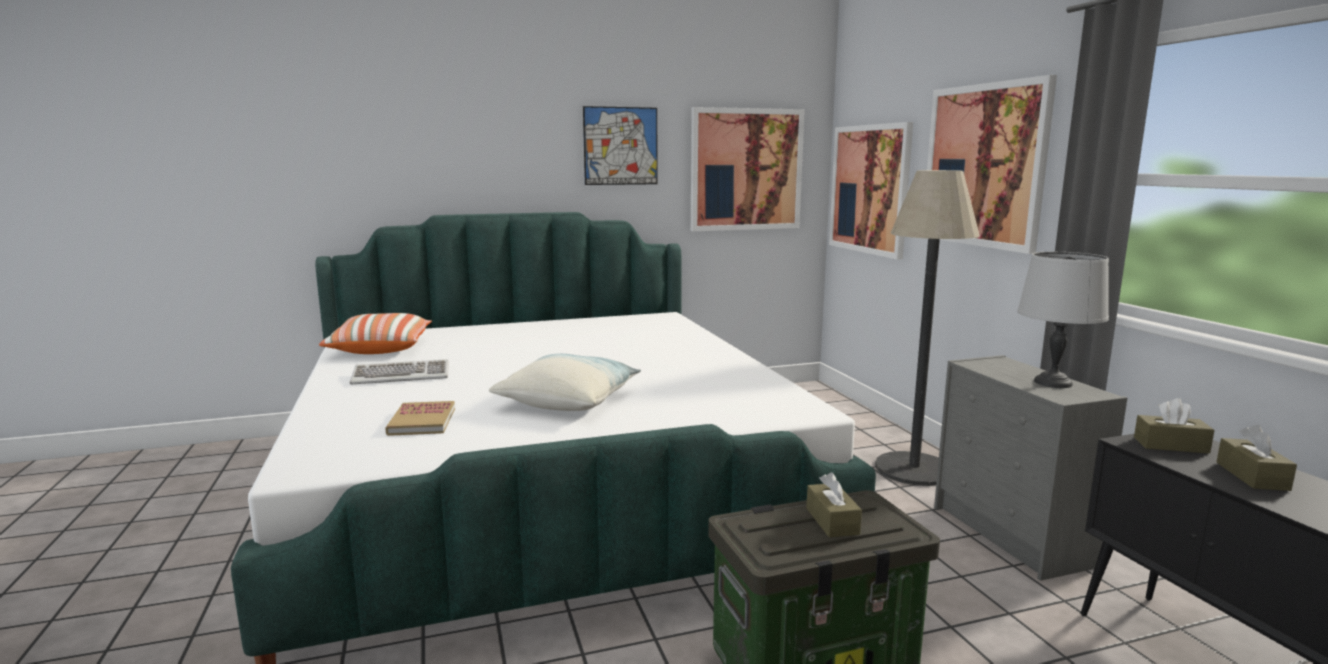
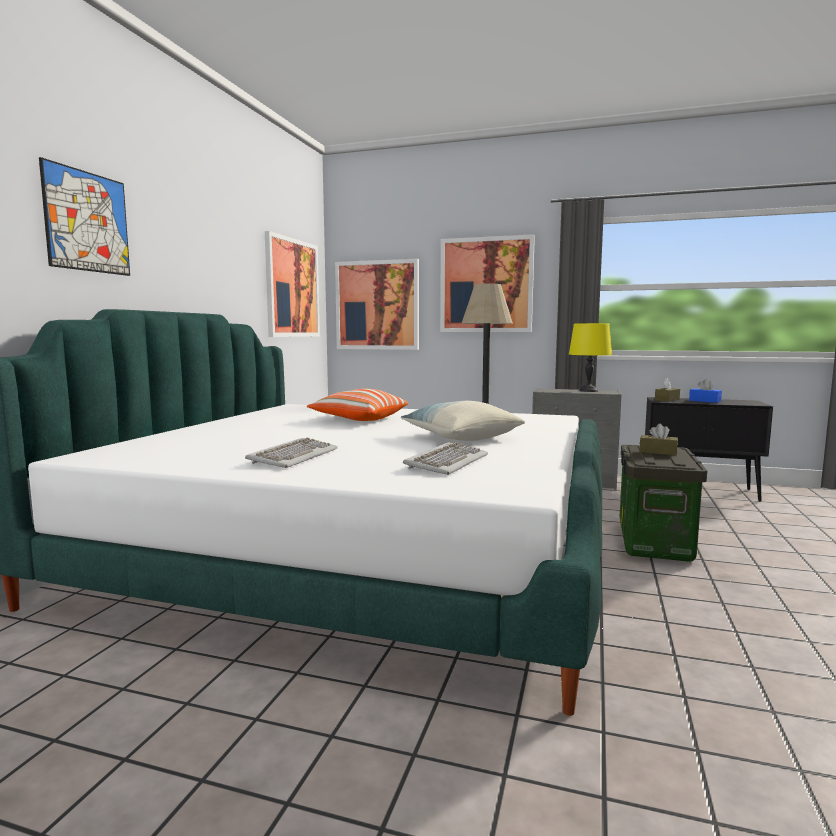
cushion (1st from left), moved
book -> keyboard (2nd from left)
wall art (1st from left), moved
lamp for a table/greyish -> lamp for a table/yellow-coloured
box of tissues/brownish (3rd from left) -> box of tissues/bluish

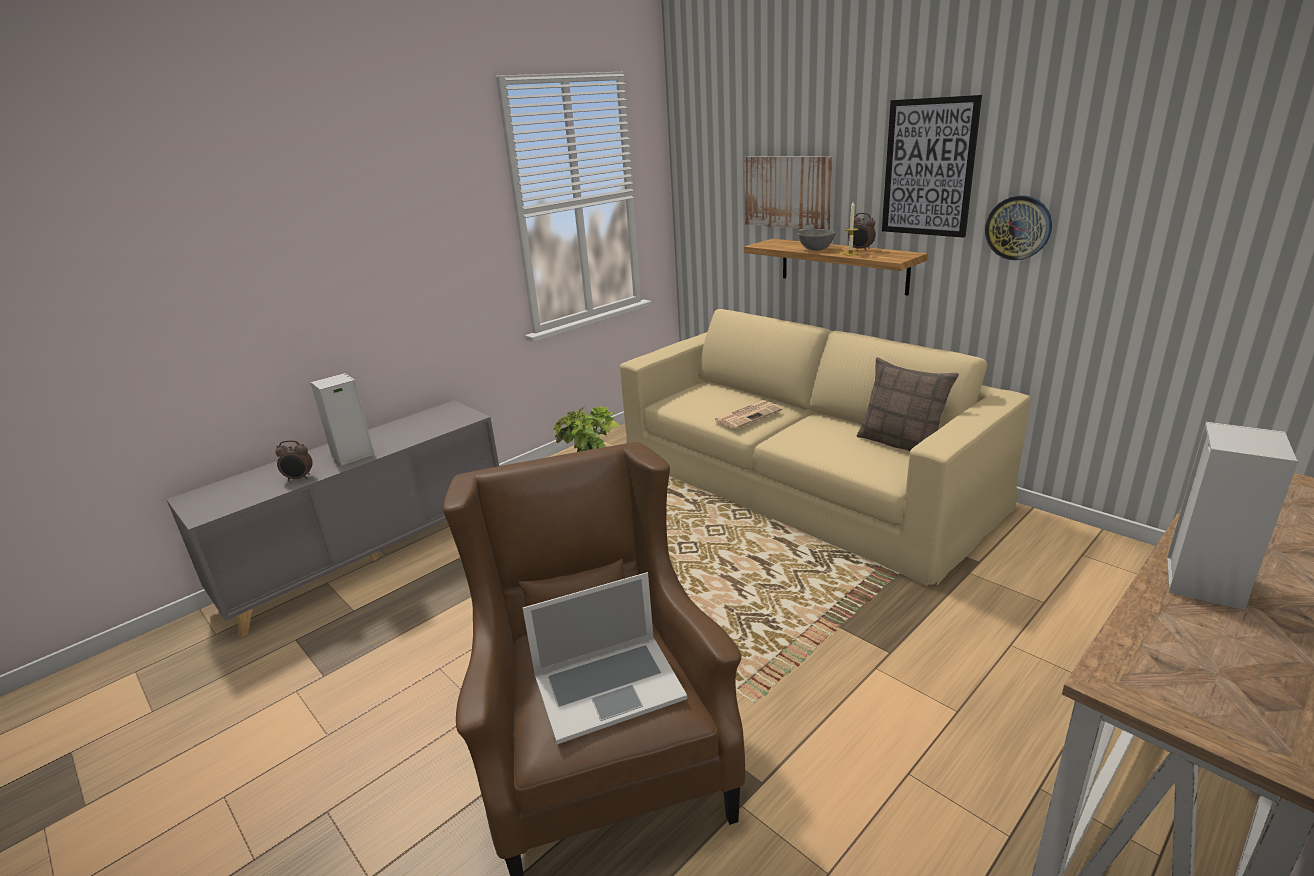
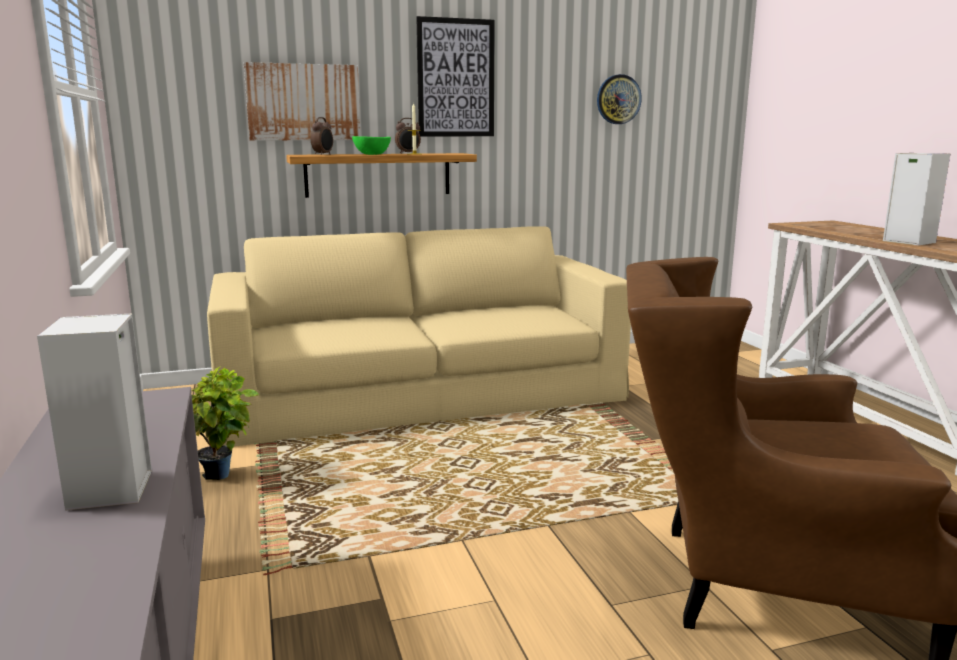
table clock (1st from left), moved
notebook computer -> none
newspaper -> none
deep dish/greyish -> deep dish/greenish
cushion -> none
clock on the wall, moved

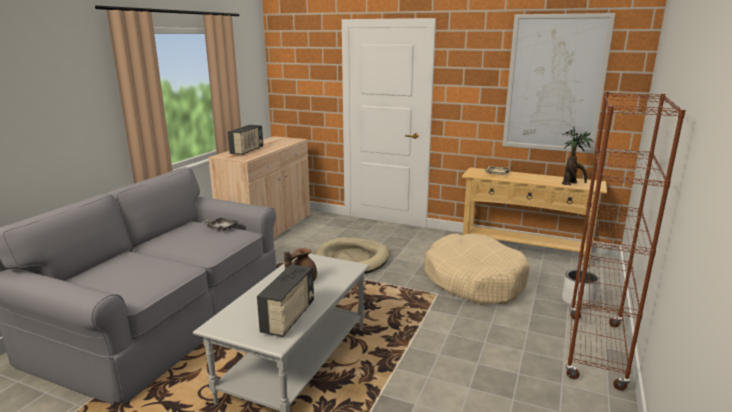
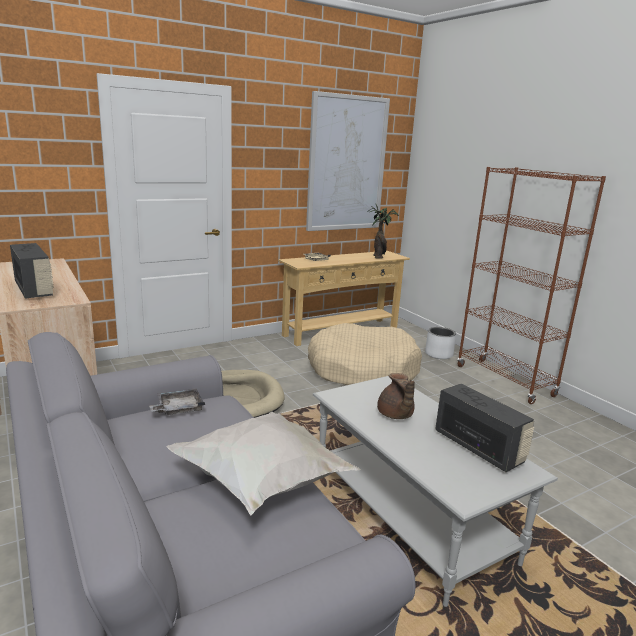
none -> cushion/white-coloured

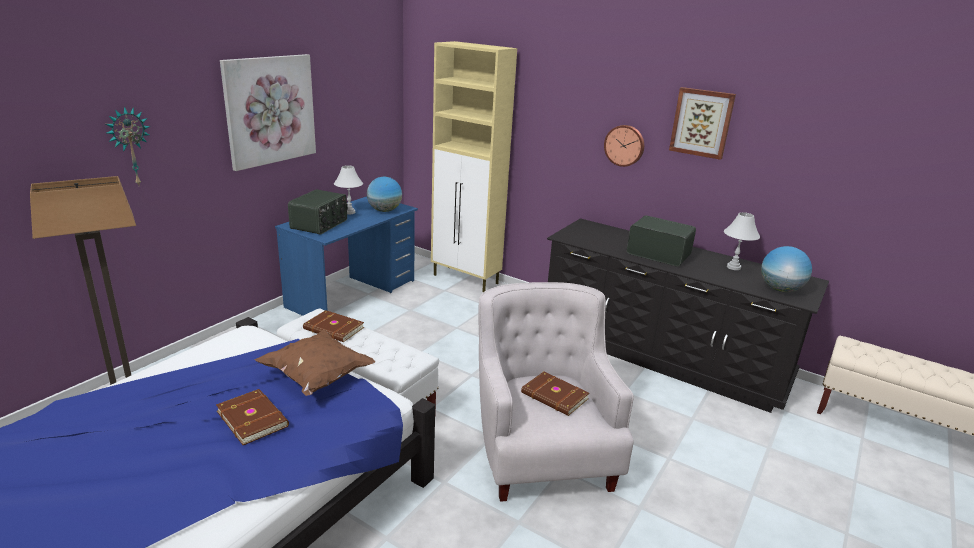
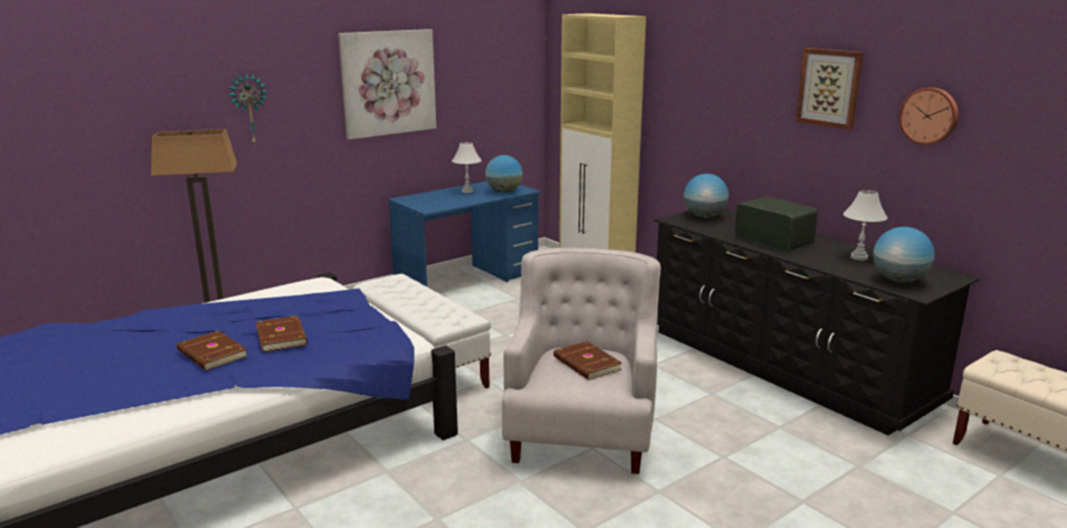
cushion/brownish -> none
radio (1st from left) -> none
book/brownish (2nd from left in the first image) -> book/brownish (1st from left), moved
clock on the wall (2nd from left), moved
none -> world globe (2nd from left)

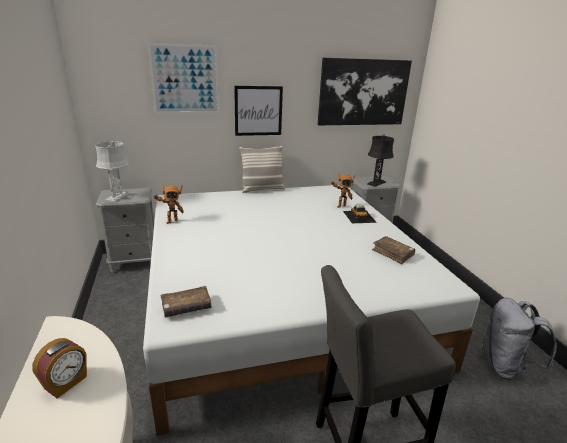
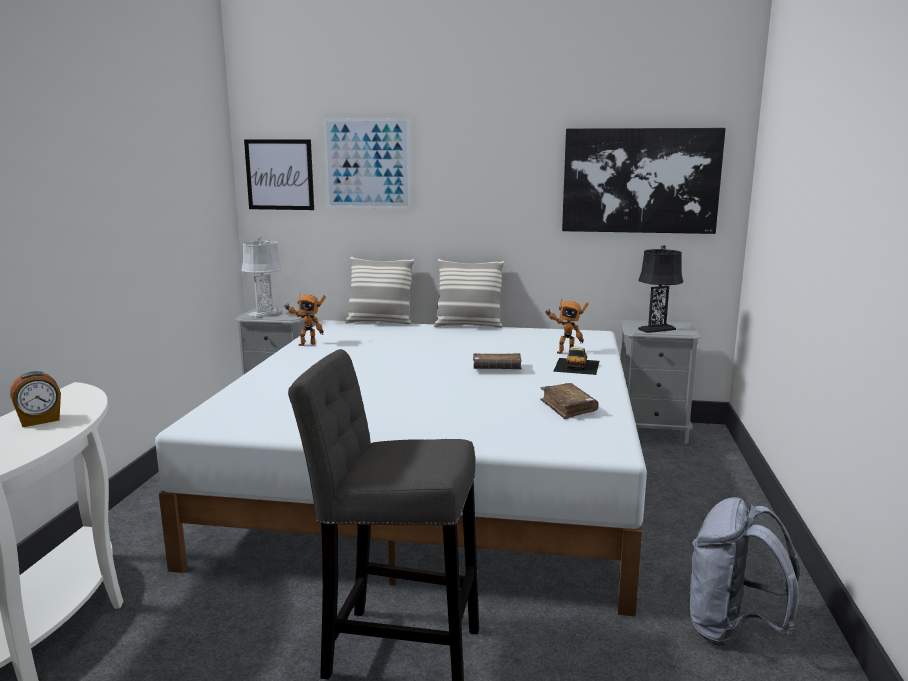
book/brownish (1st from left), moved
wall art (2nd from left in the first image) -> wall art (1st from left), moved
none -> cushion (1st from left)

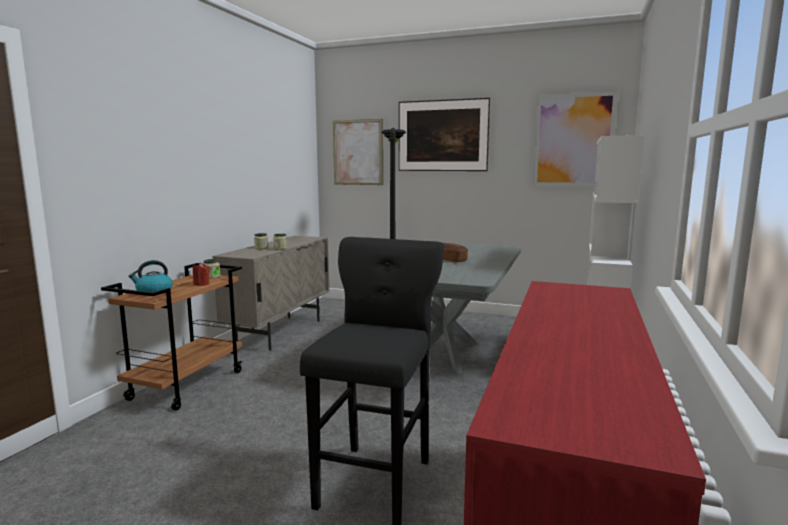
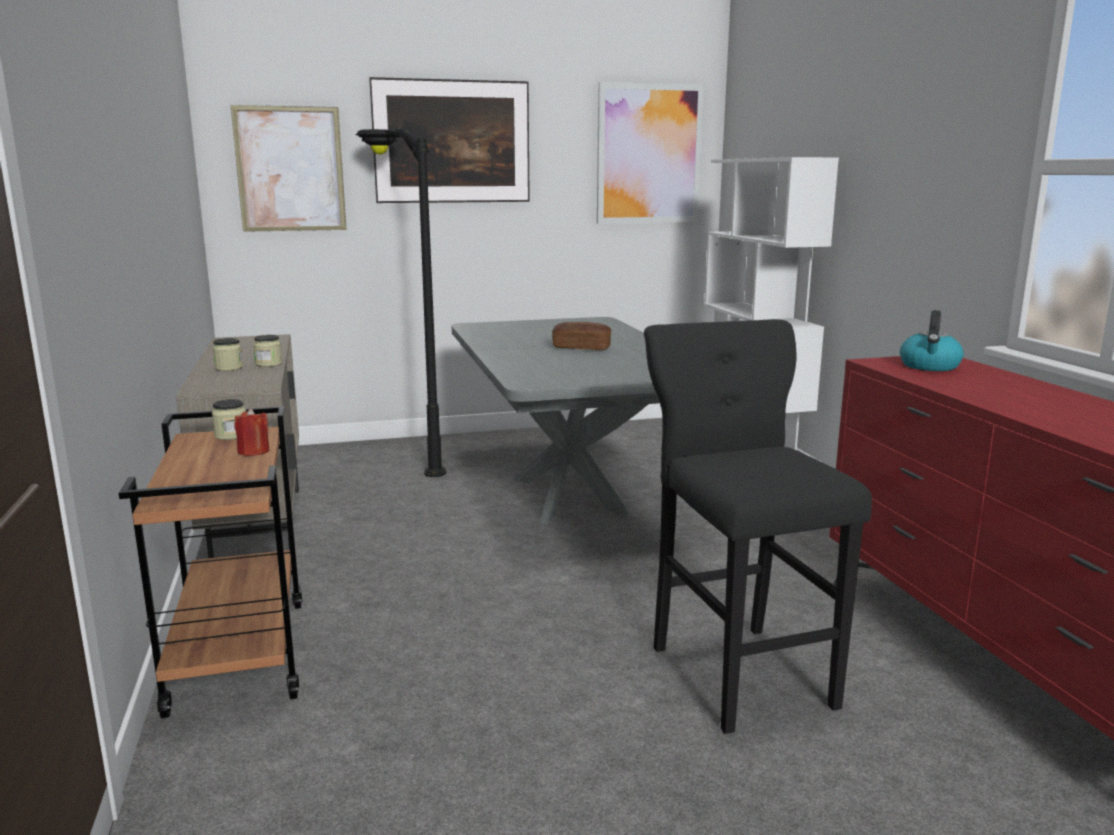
tea kettle, moved

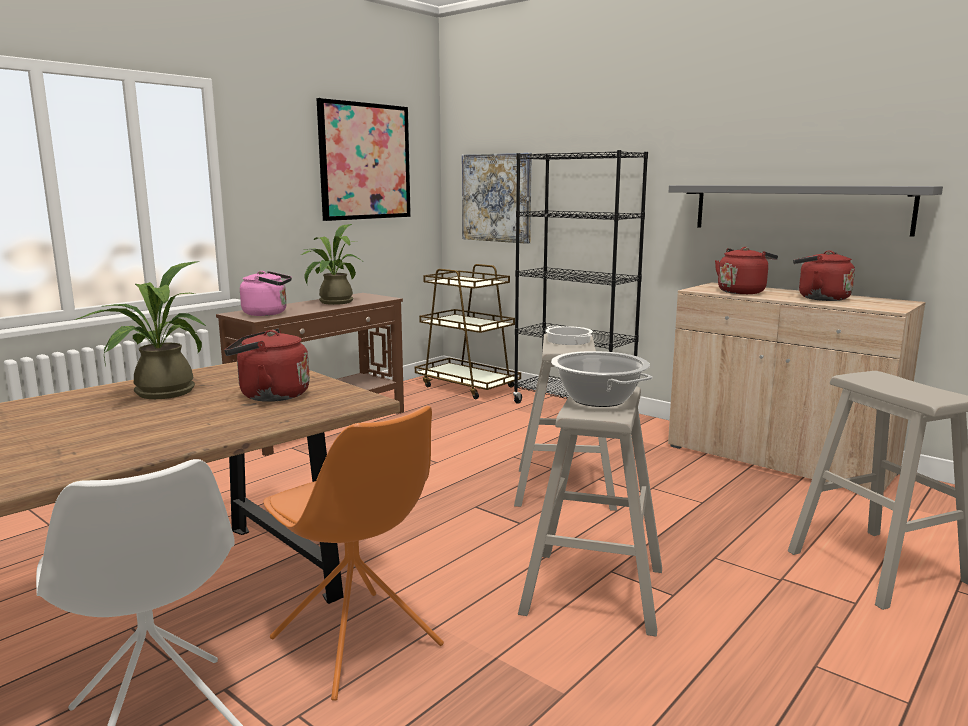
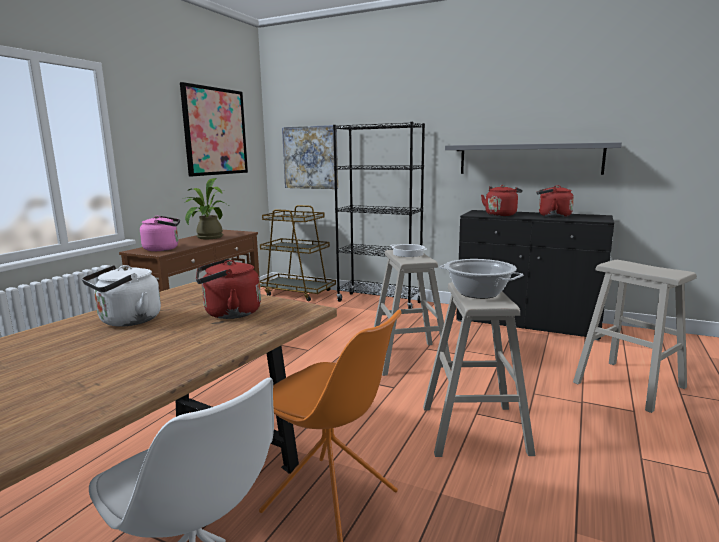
houseplant (1st from left) -> tea kettle/white-coloured
cupboard/beige -> cupboard/black-coloured

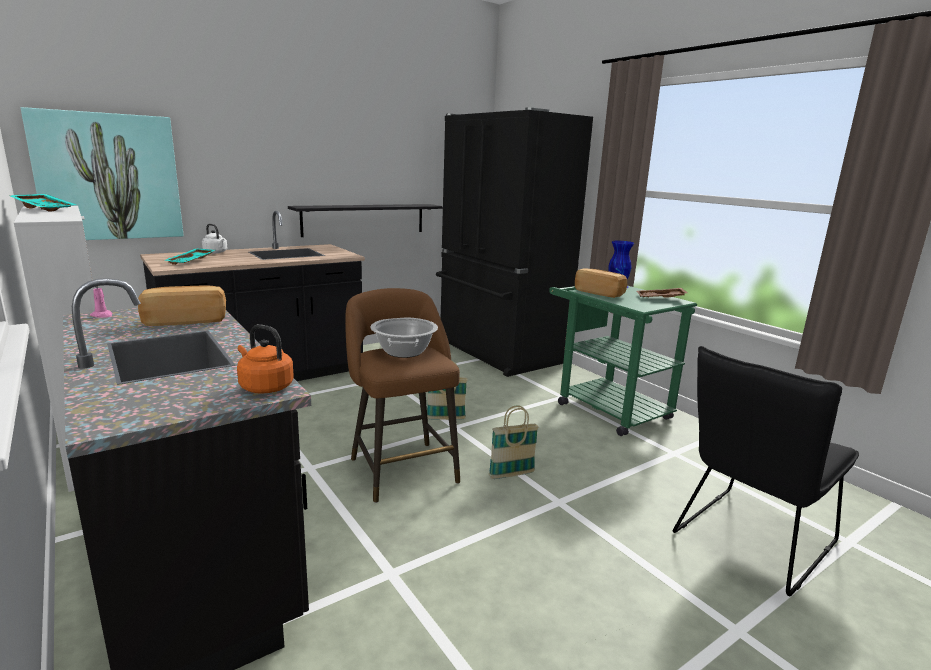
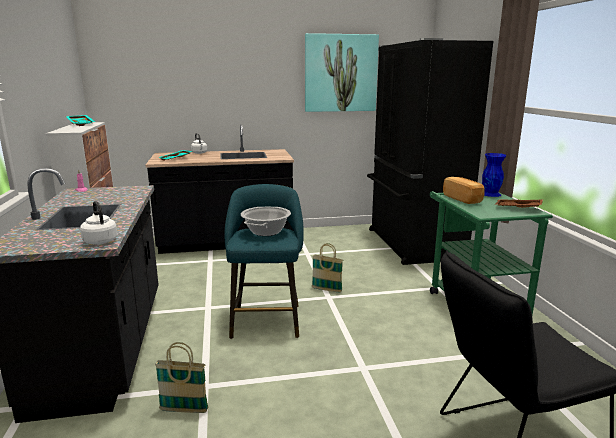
wall art, moved
bread (1st from left) -> none
tea kettle/orange-coloured -> tea kettle/white-coloured (1st from left)
shelf/black-coloured -> none
sitting stool/brownish -> sitting stool/turquoise
household basket (2nd from left in the first image) -> household basket (1st from left), moved

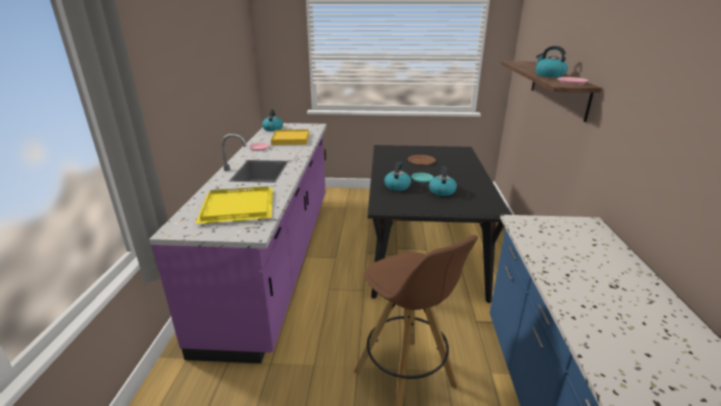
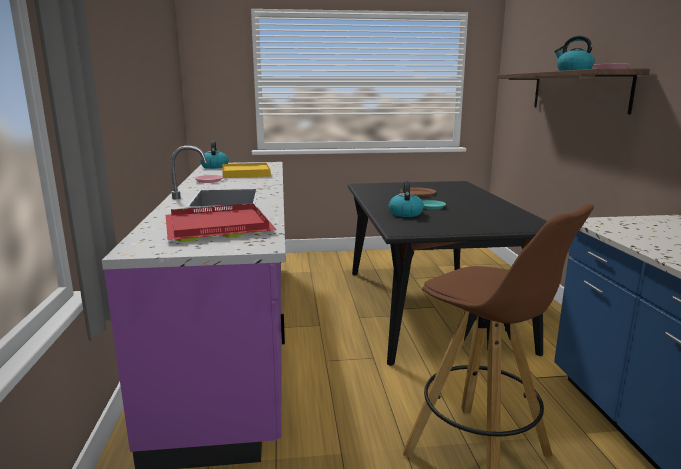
carrying tray/yellow-coloured (1st from left) -> carrying tray/reddish
tea kettle (3rd from left) -> none

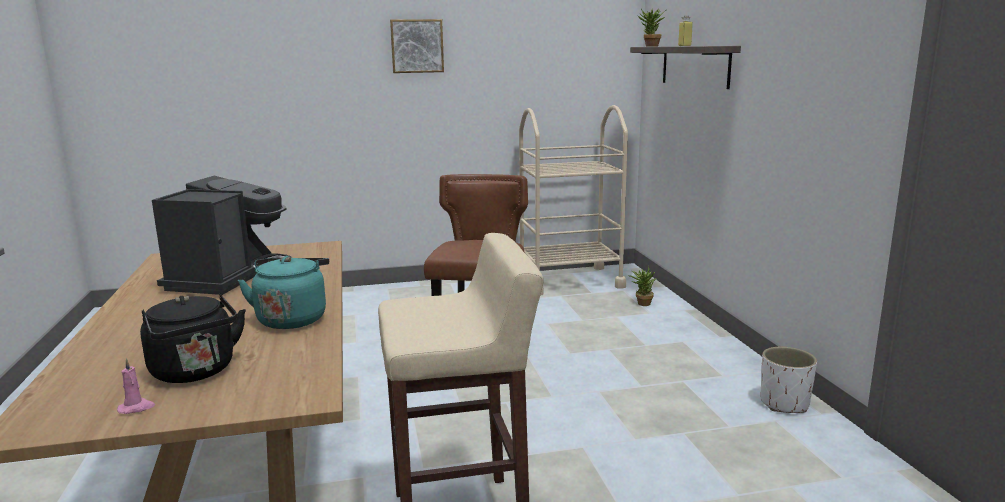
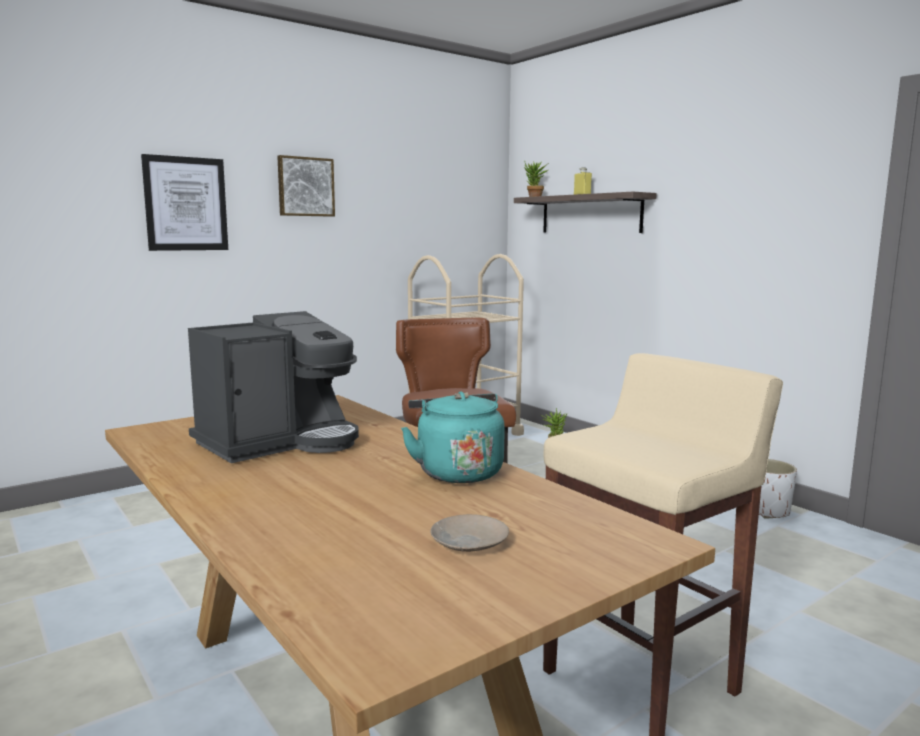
wax light/pinkish -> none
tea kettle/black-coloured -> plate/beige
coffee brewer, 60 degrees clockwise
none -> wall art (1st from left)

